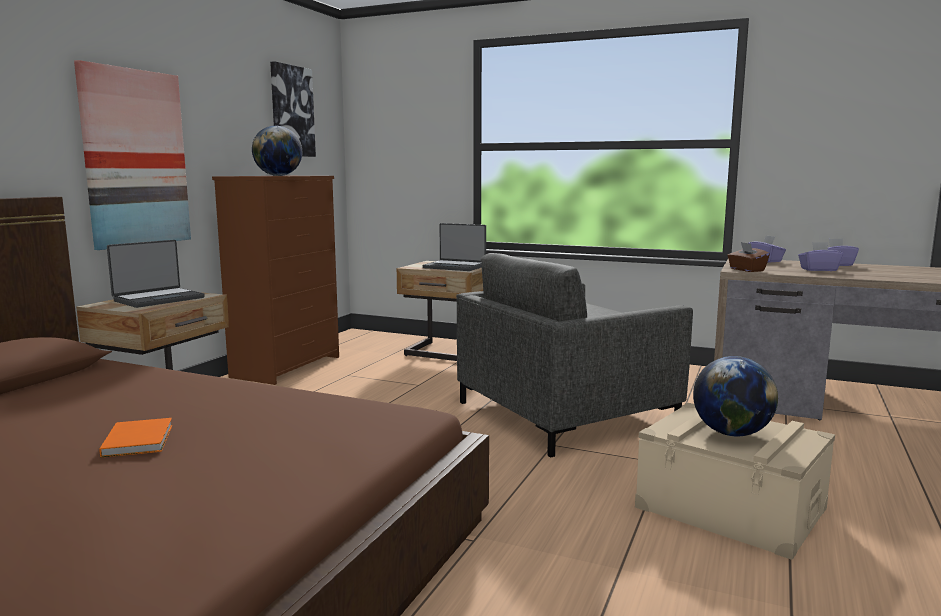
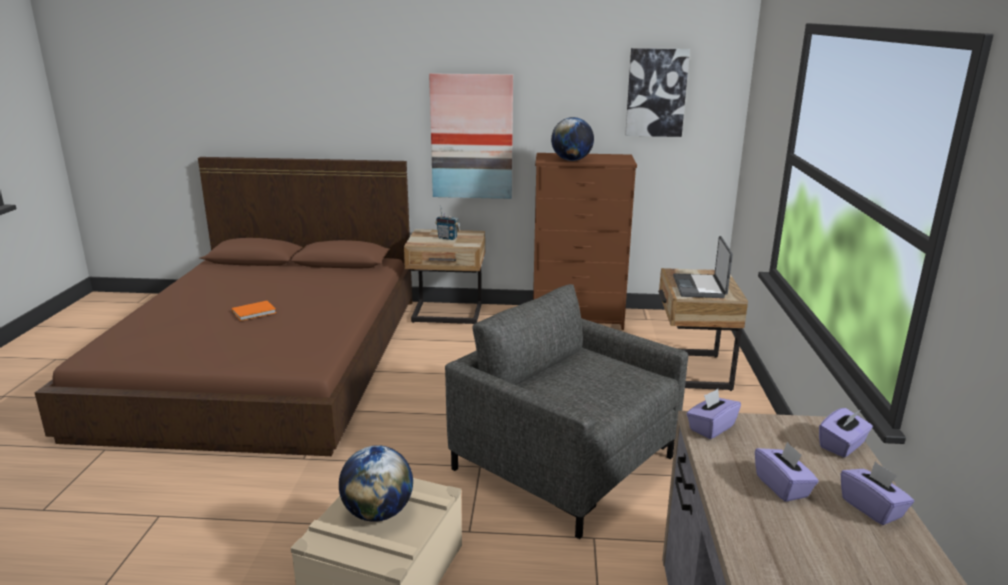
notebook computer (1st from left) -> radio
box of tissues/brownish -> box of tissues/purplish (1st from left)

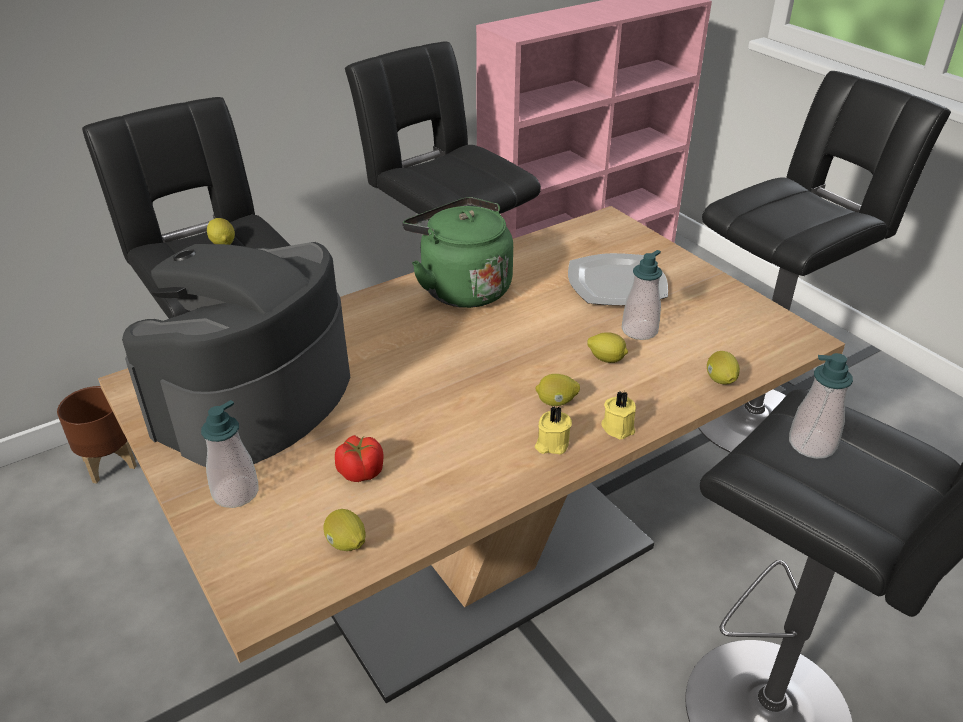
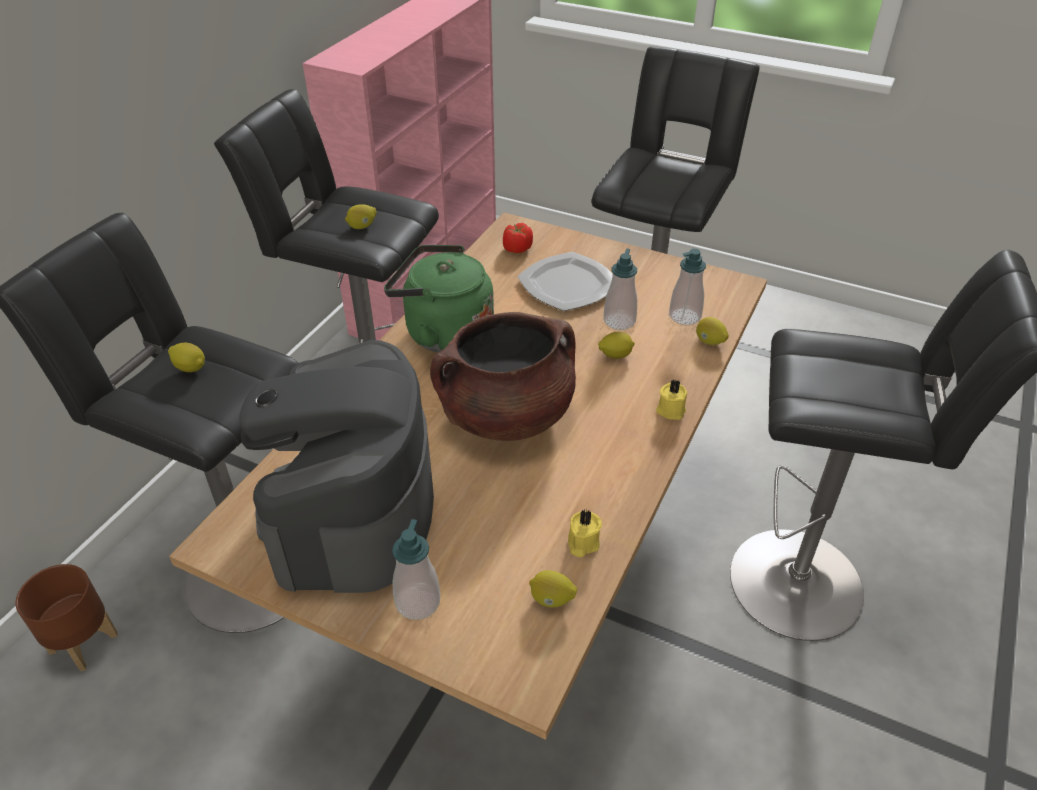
tomato, moved
whole lemon (3rd from left in the first image) -> whole lemon (2nd from left), moved
wax light/yellow-coloured (1st from left), moved
soap dispenser (3rd from left), moved
none -> saucepot/brownish

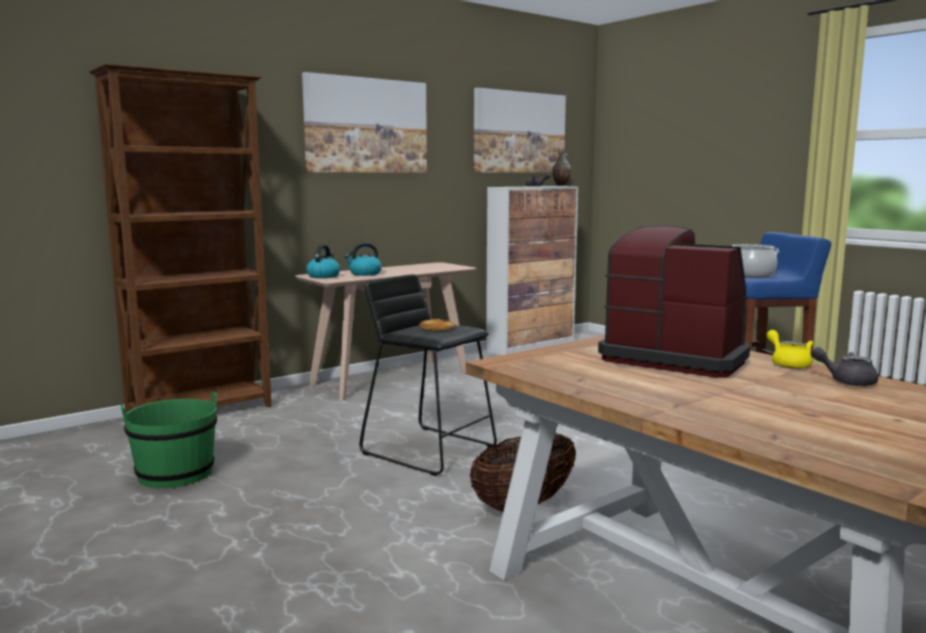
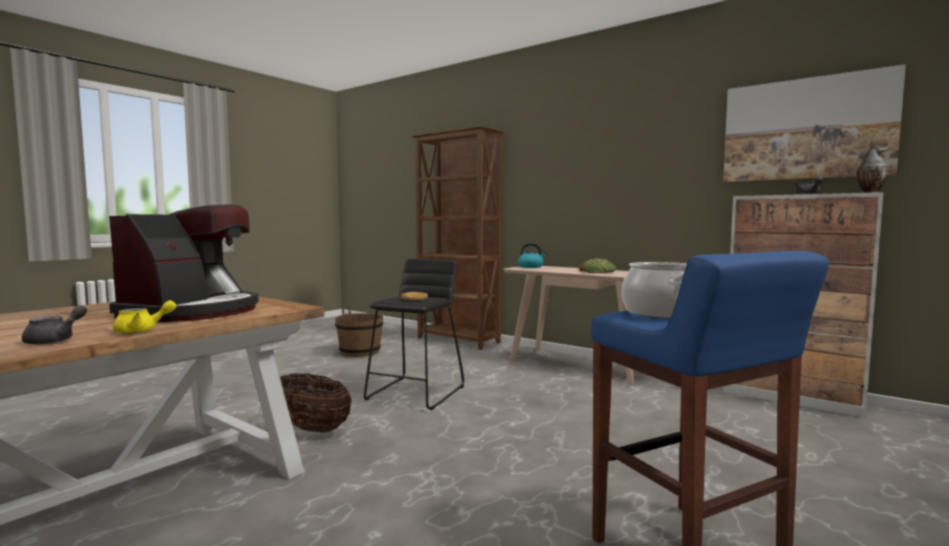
water bucket/greenish -> water bucket/brownish
wall art (1st from left) -> none
tea kettle (2nd from left) -> none
none -> bread (2nd from left)

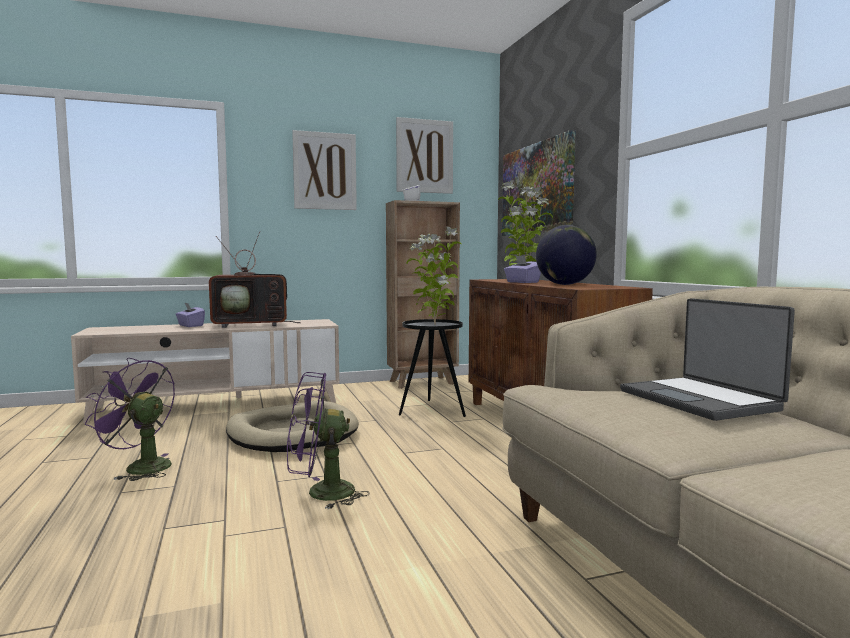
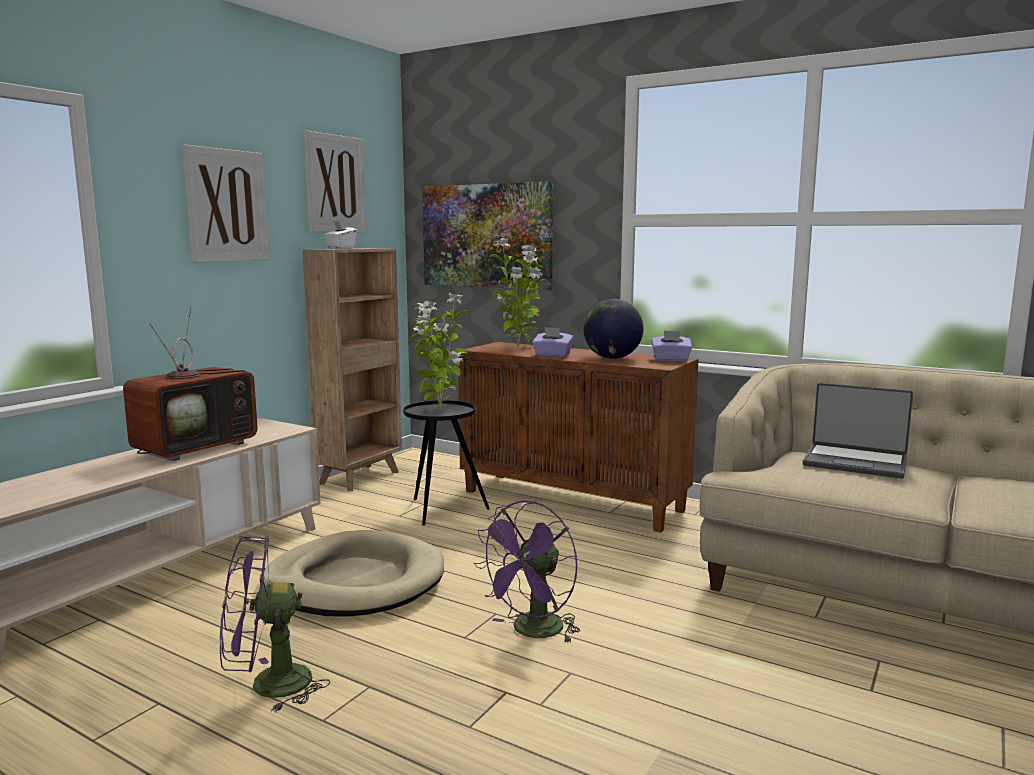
box of tissues/purplish (1st from left in the first image) -> box of tissues/purplish (2nd from left), moved

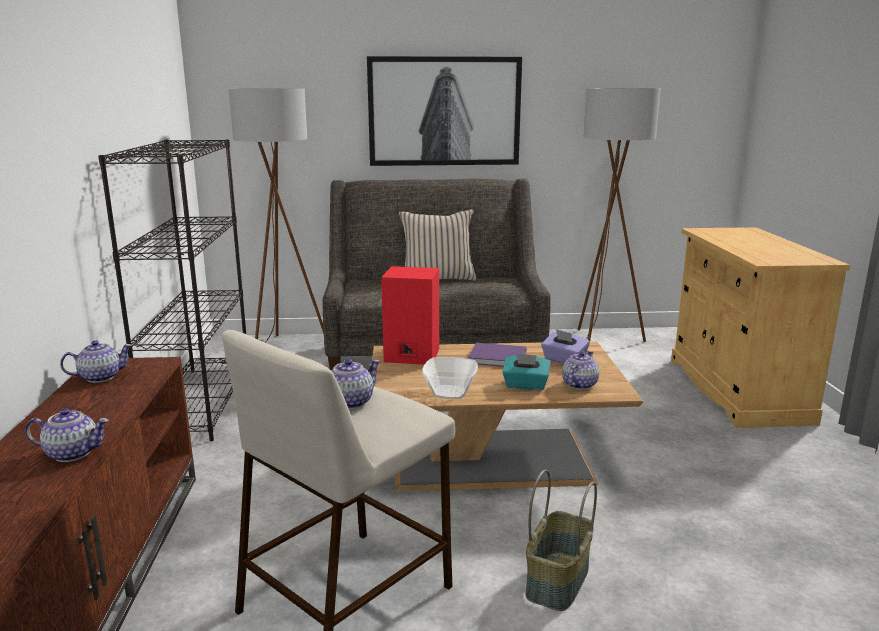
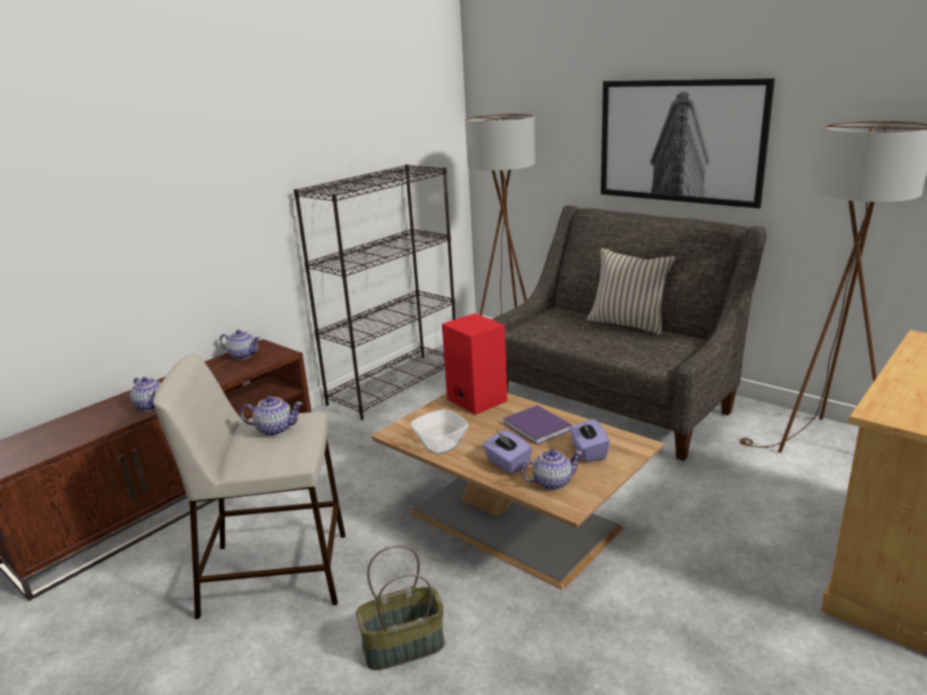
box of tissues/turquoise -> box of tissues/purplish (1st from left)

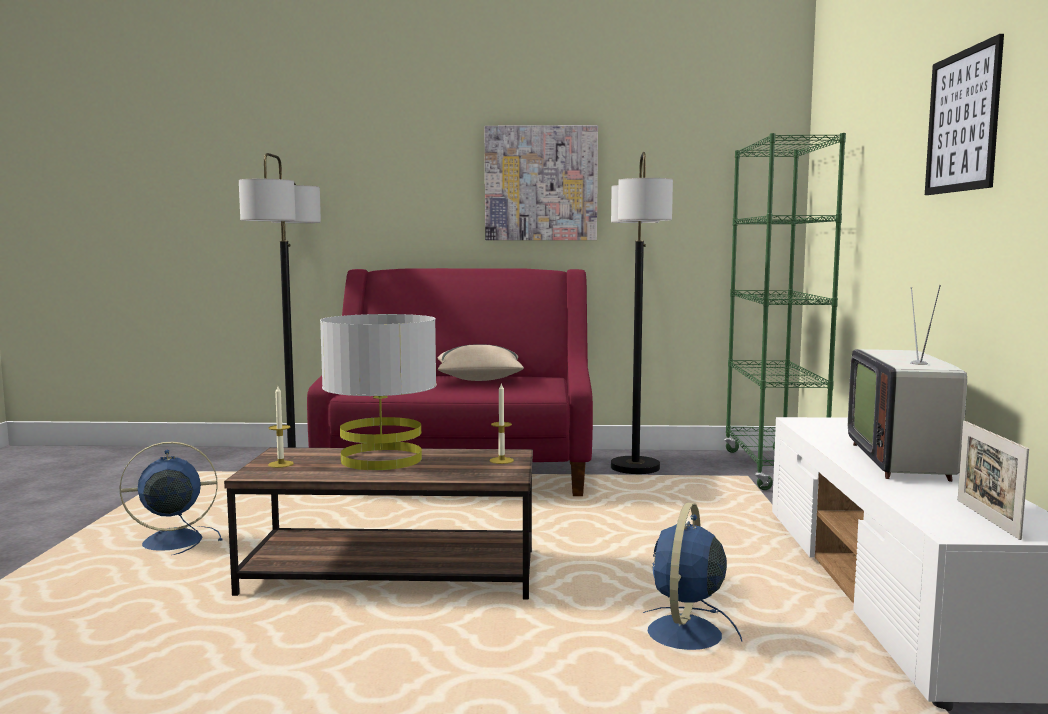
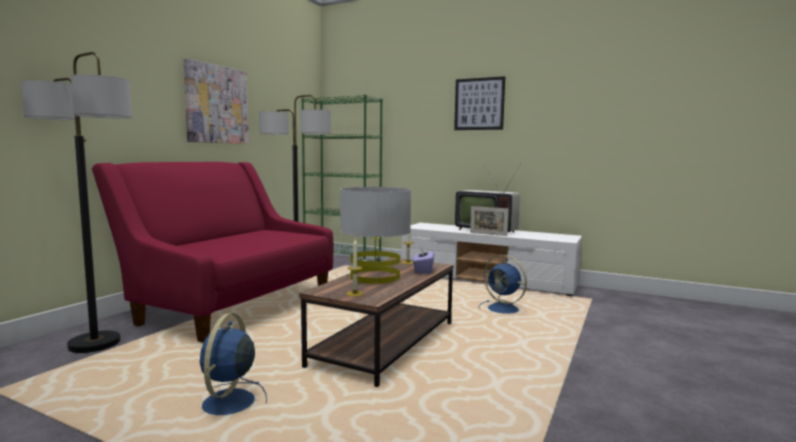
cushion/beige -> none
standing frame, moved
none -> box of tissues/purplish

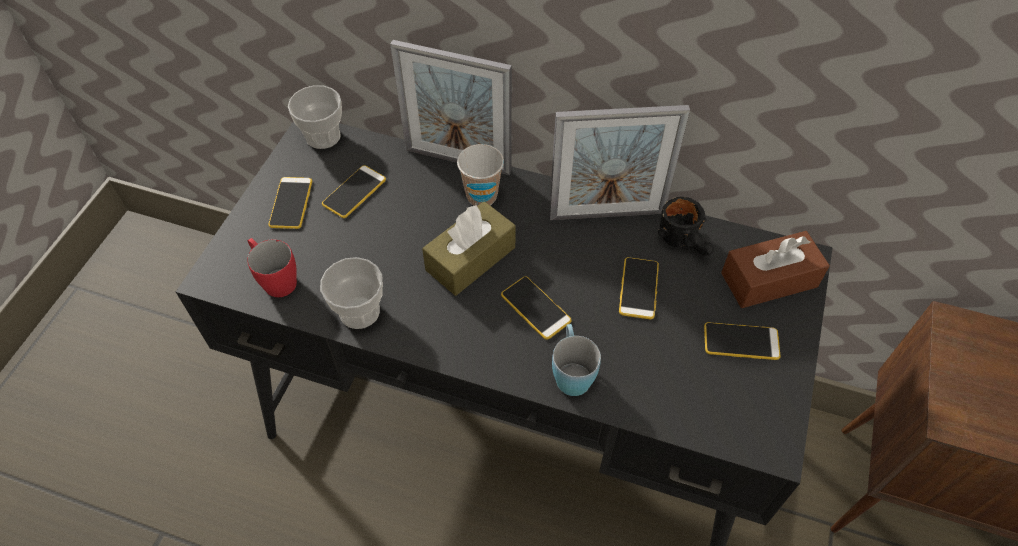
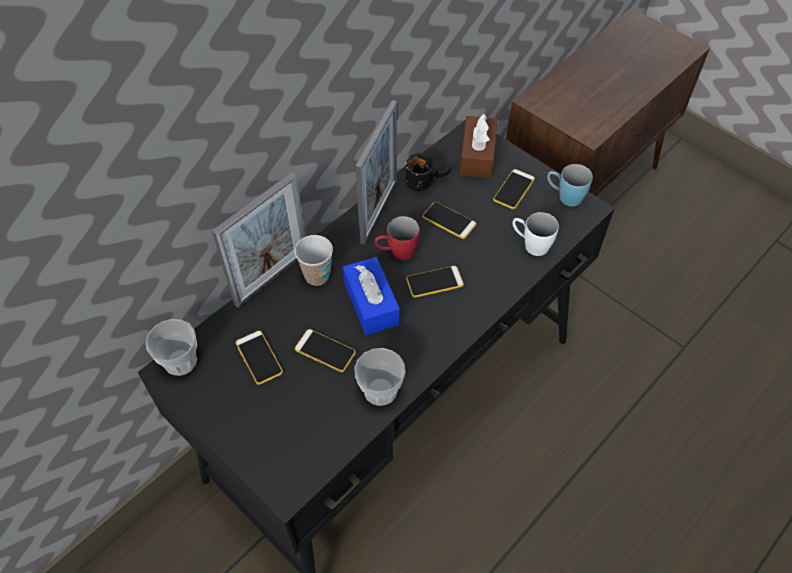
mug/reddish, moved
handset (1st from left in the first image) -> handset (2nd from left), moved
box of tissues/brownish (1st from left) -> box of tissues/bluish
mug/bluish, moved
none -> mug/white-coloured

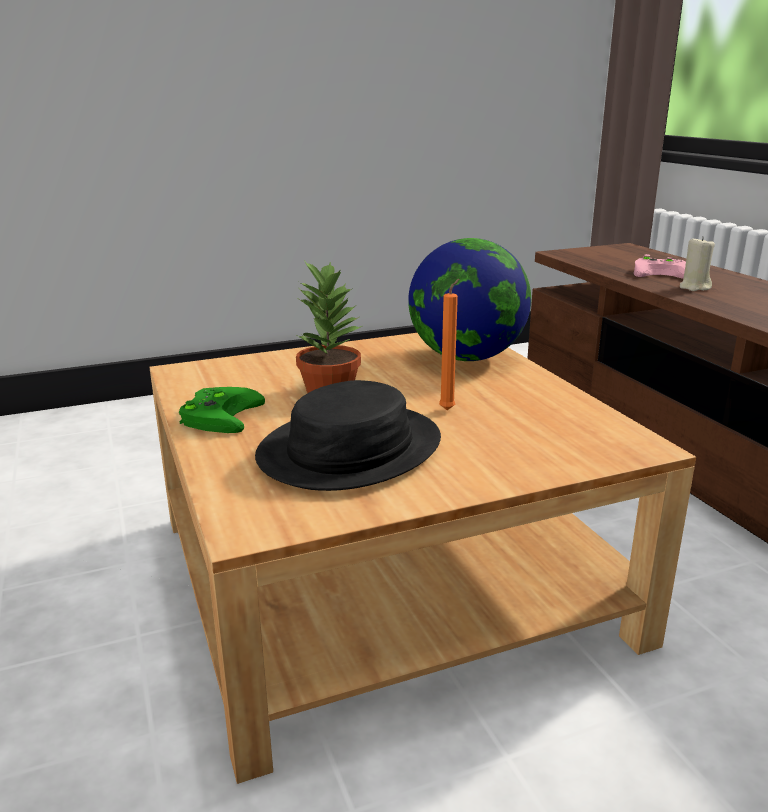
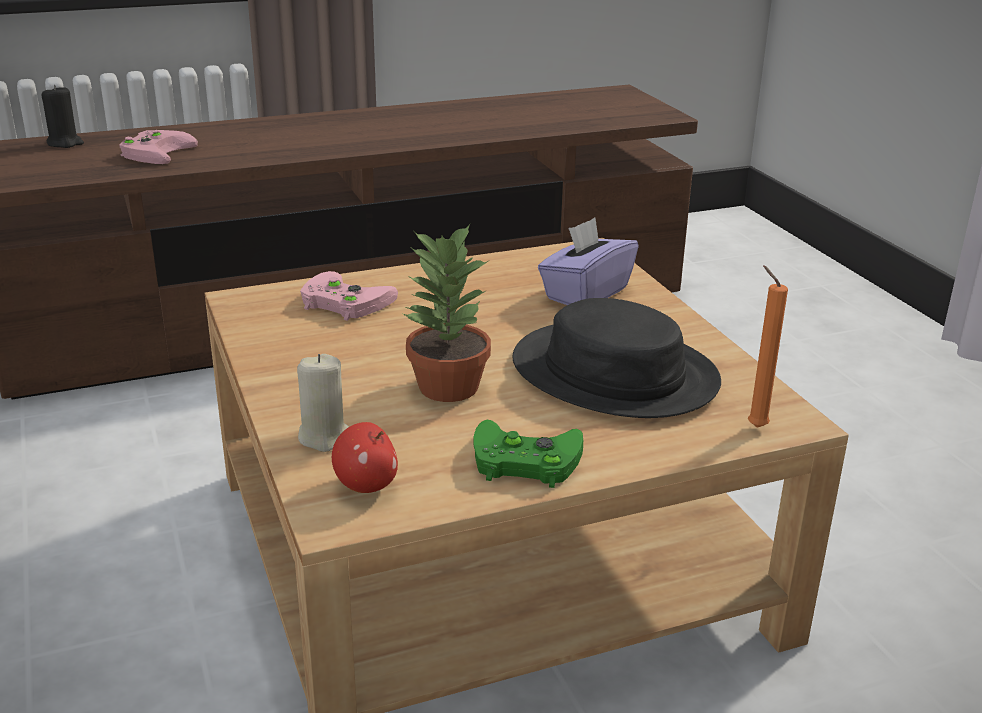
world globe -> game controller/pinkish (2nd from left)
wax light/orange-coloured, moved
wax light/beige, moved
none -> wax light/black-coloured
none -> whole apple
none -> box of tissues/purplish

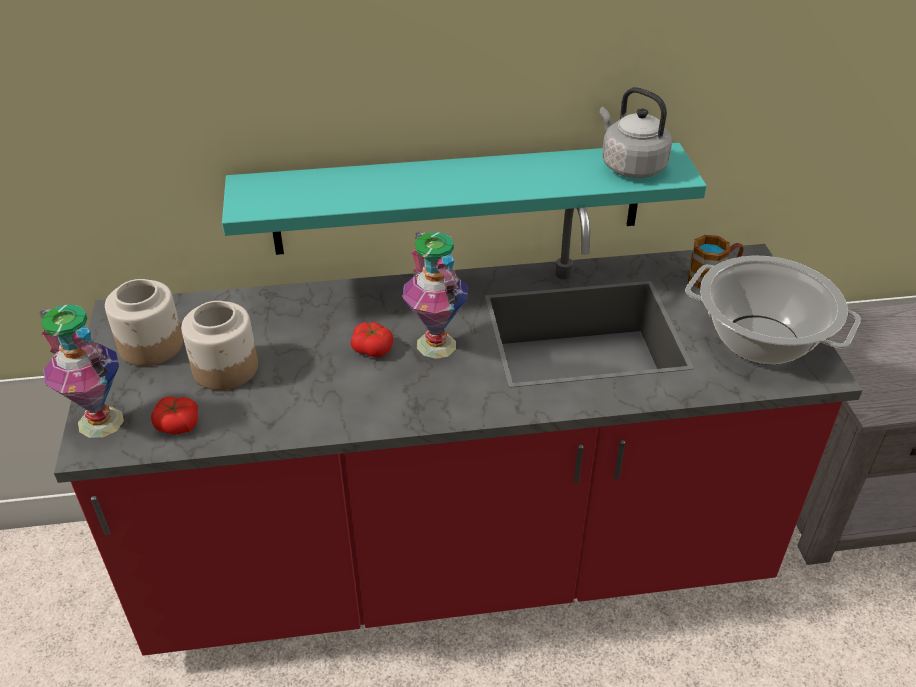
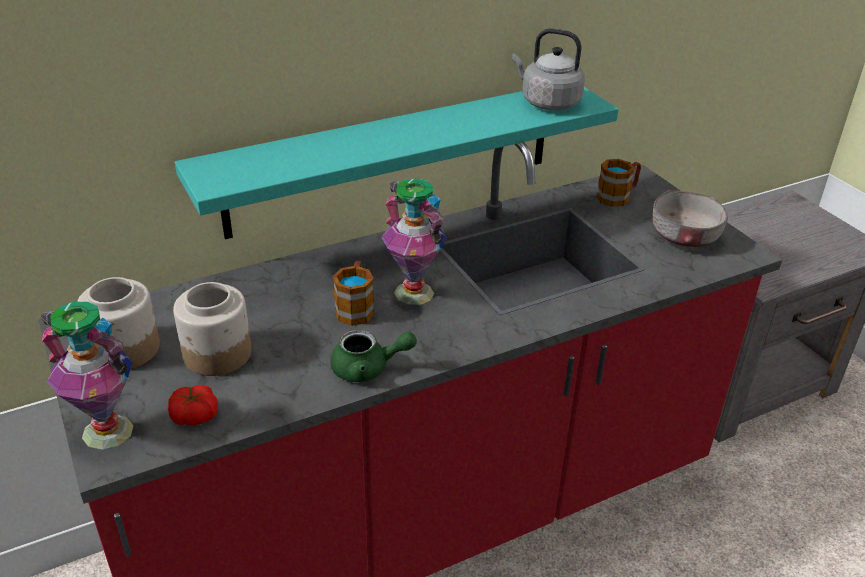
tomato (2nd from left) -> mug (1st from left)
saucepot -> deep dish/greyish
none -> tea pot/greenish

